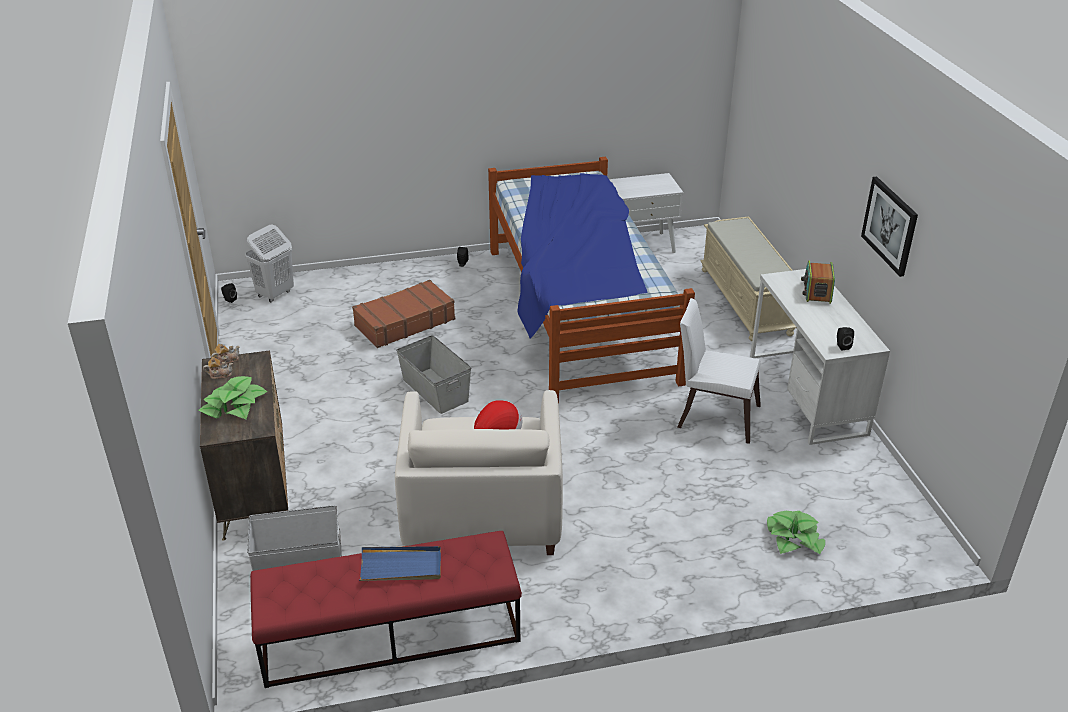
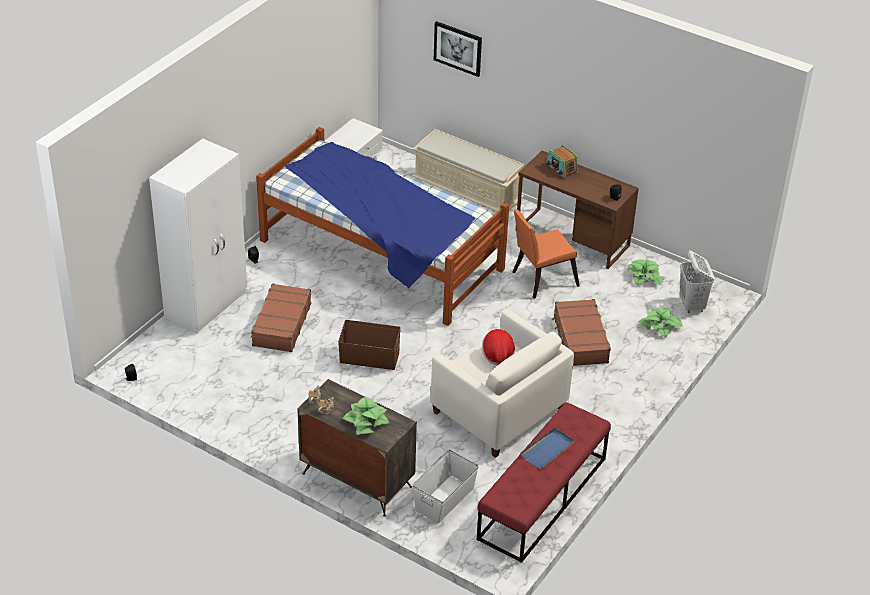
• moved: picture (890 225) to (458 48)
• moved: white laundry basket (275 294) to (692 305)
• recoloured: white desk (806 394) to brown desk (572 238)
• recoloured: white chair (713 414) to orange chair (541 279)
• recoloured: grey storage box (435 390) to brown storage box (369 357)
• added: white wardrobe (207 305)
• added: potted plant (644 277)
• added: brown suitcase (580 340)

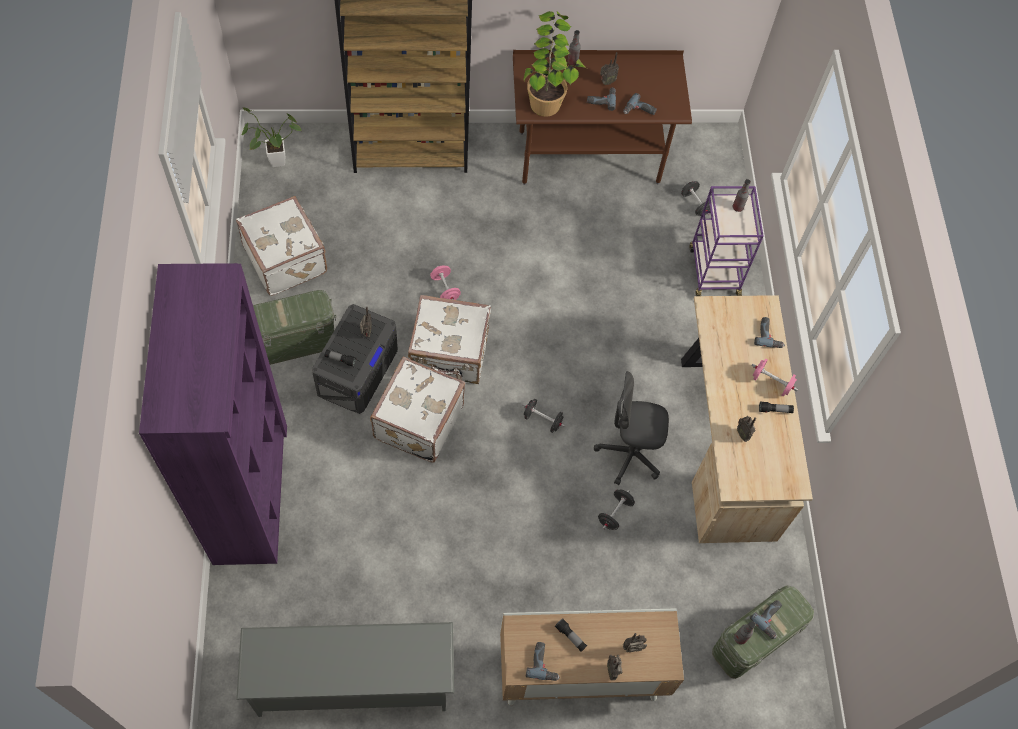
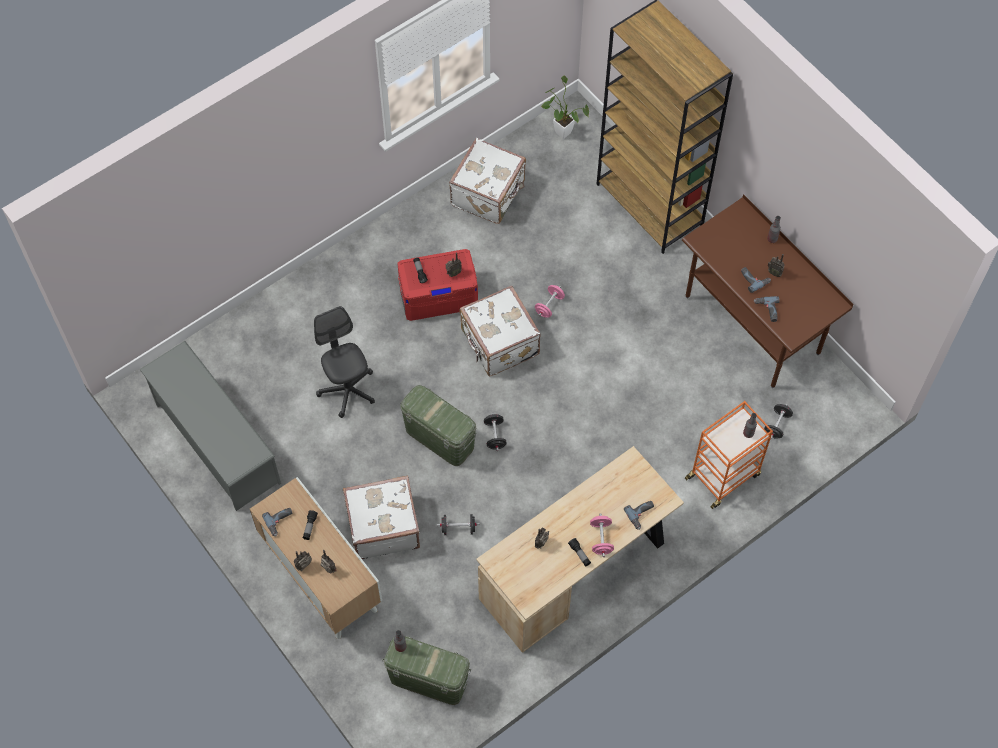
• removed: potted plant (548 92)
• recoloured: purple cart (714 271) to orange cart (724 475)
• removed: purple bookcase (251 492)
• moved: green storage box (295 343) to (439 438)
• recoloured: grey storage box (357 370) to red storage box (438 296)
• moved: white suitcase (417 421) to (382 526)
• moved: grey office chair (629 454) to (347 390)
• removed: power drill (771 619)

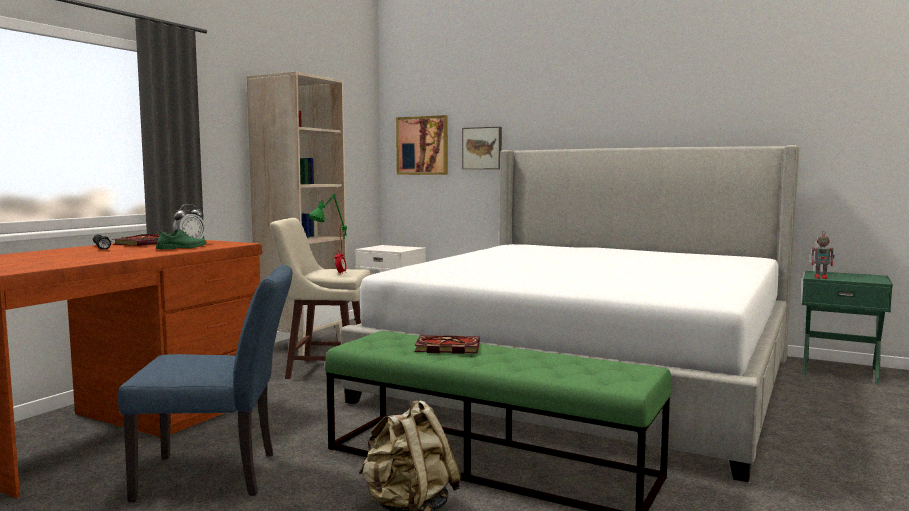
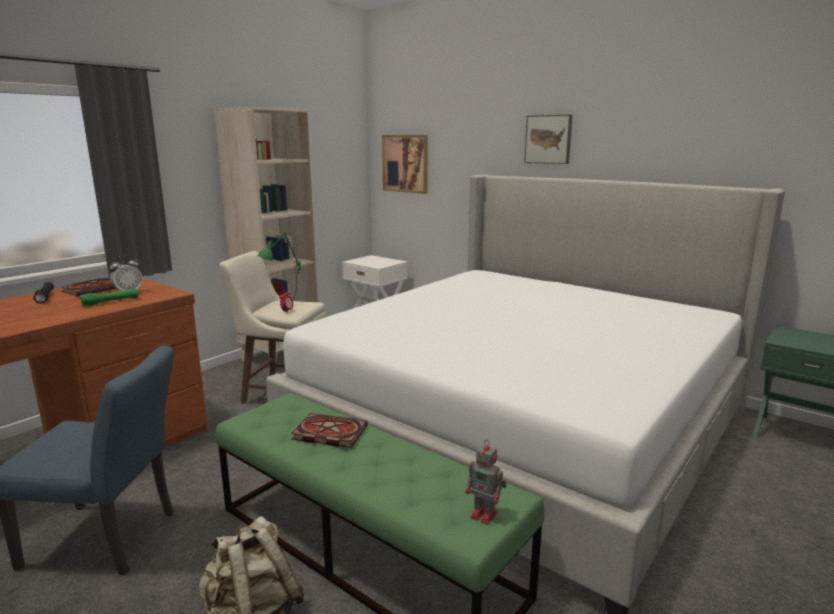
• moved: picture (482 148) to (548 139)
• replaced: green shoe (182 248) to green flashlight (111 302)
• moved: toy robot (821 277) to (485 515)

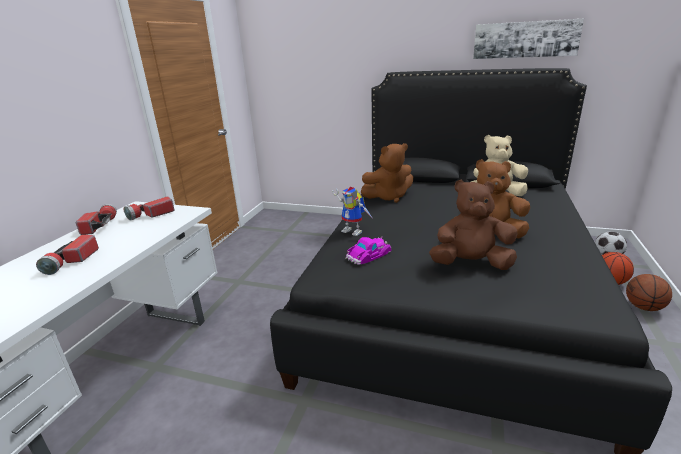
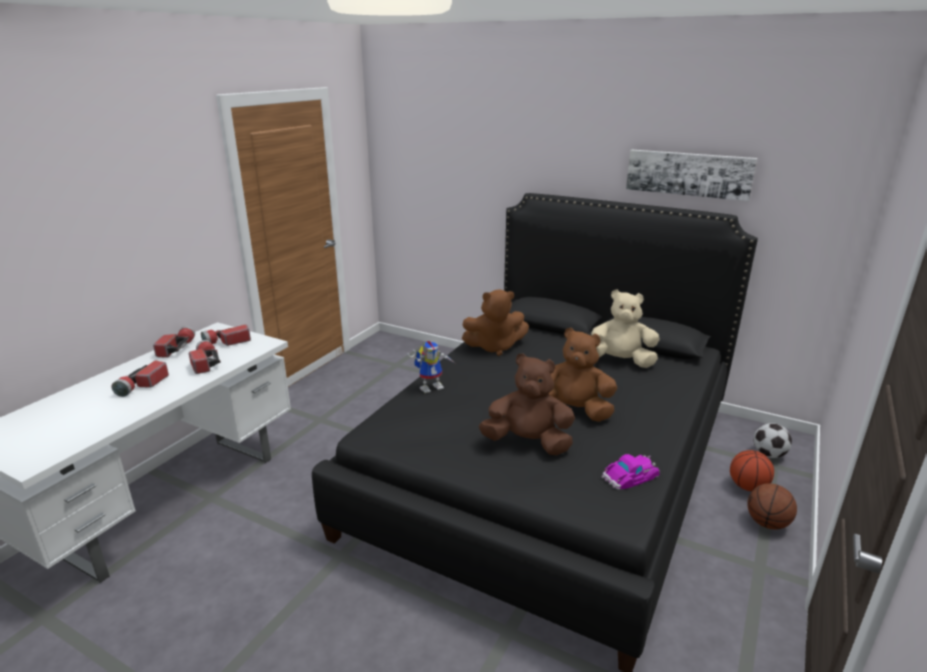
• turned: toy robot (355 231) = (432 386) 75 degrees counterclockwise
• moved: toy car (368 254) to (630 475)
• added: flashlight (205 363)

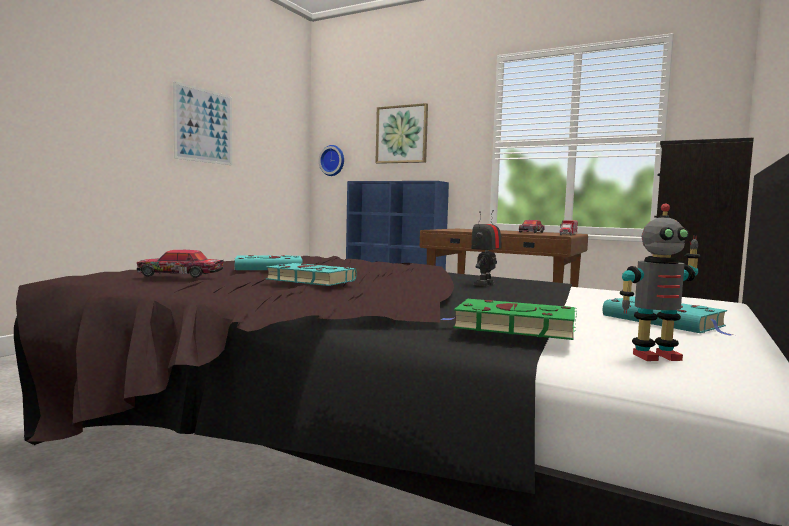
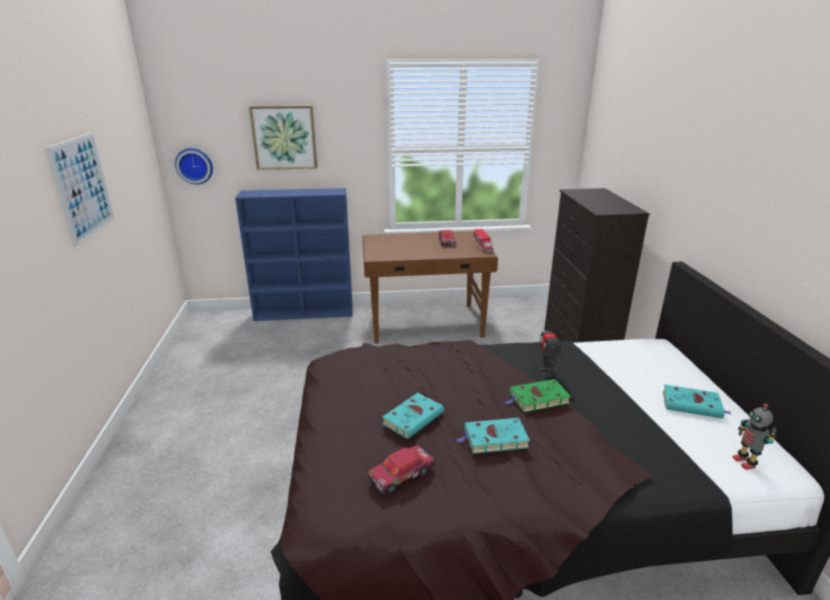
• turned: toy robot (654 356) = (745 462) 120 degrees clockwise
• moved: green book (510 327) to (537 399)

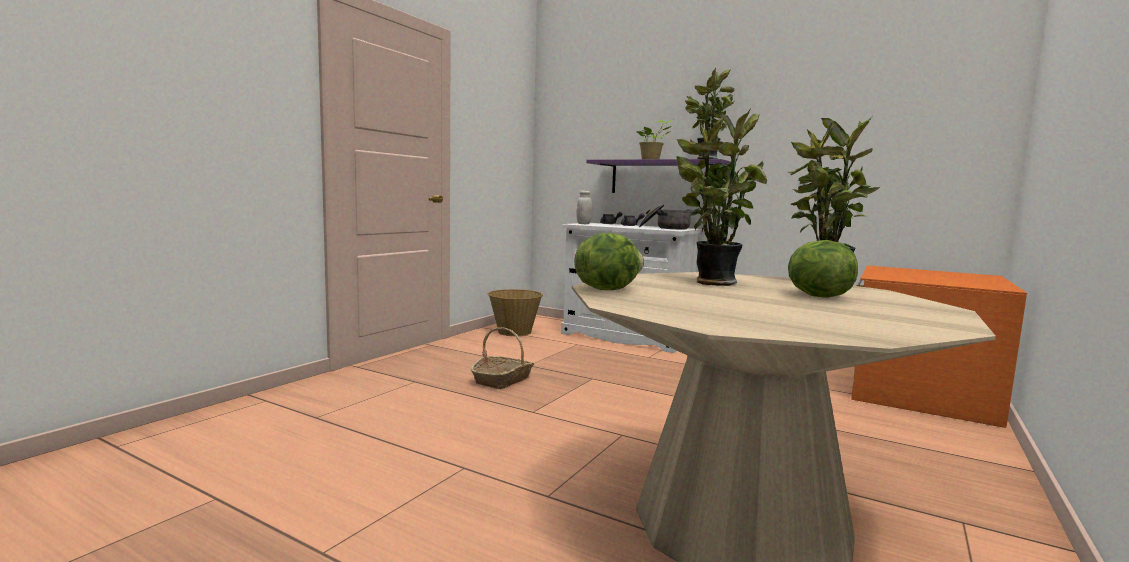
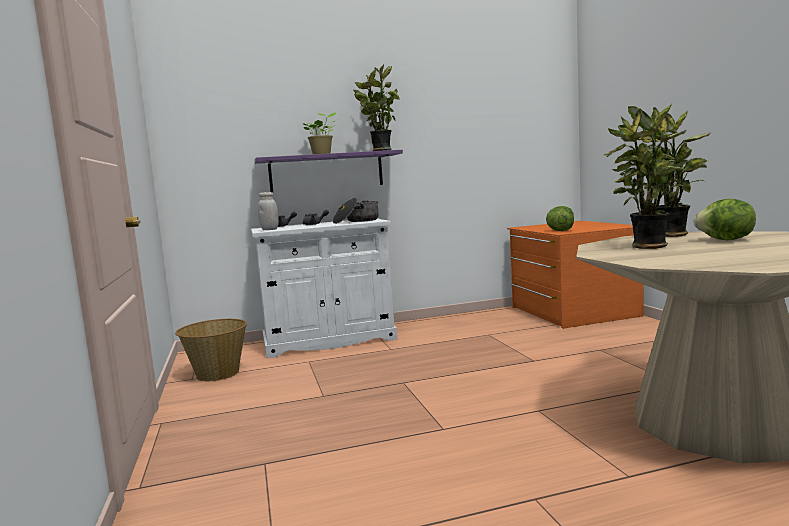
• moved: lettuce (606 289) to (560 231)
• removed: basket (502 380)

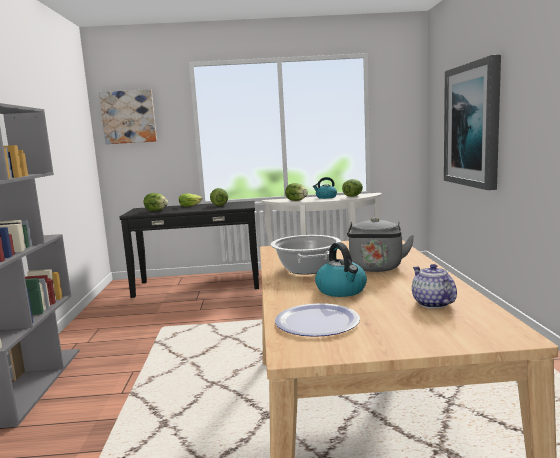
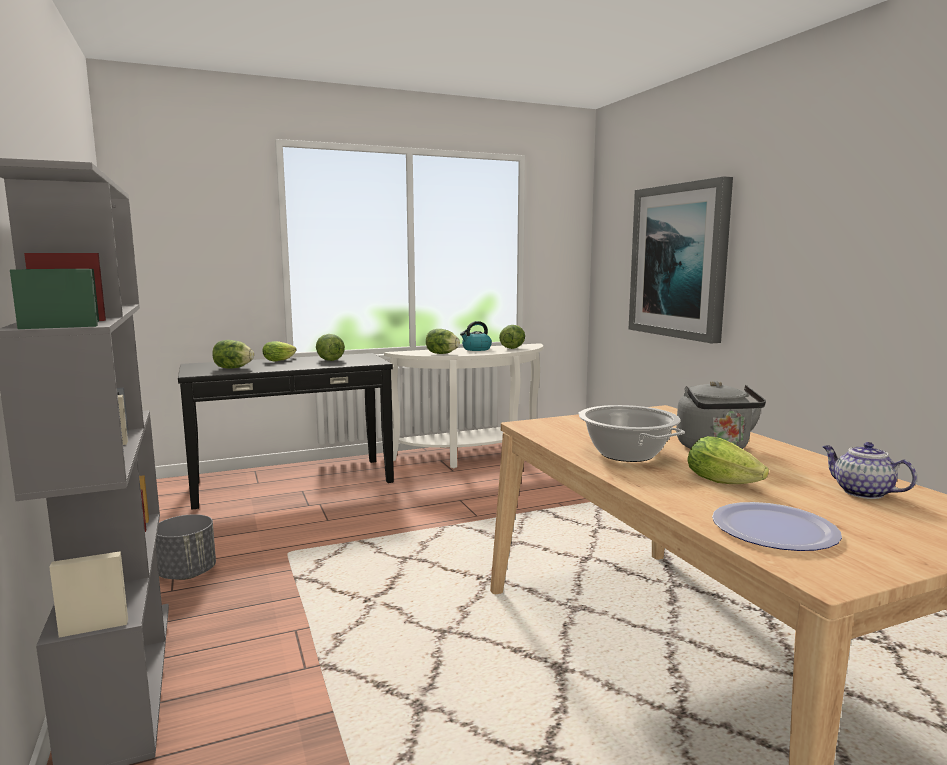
• removed: picture (128 117)
• replaced: kettle (342 290) to lettuce (726 482)
• added: grey planter (187 573)

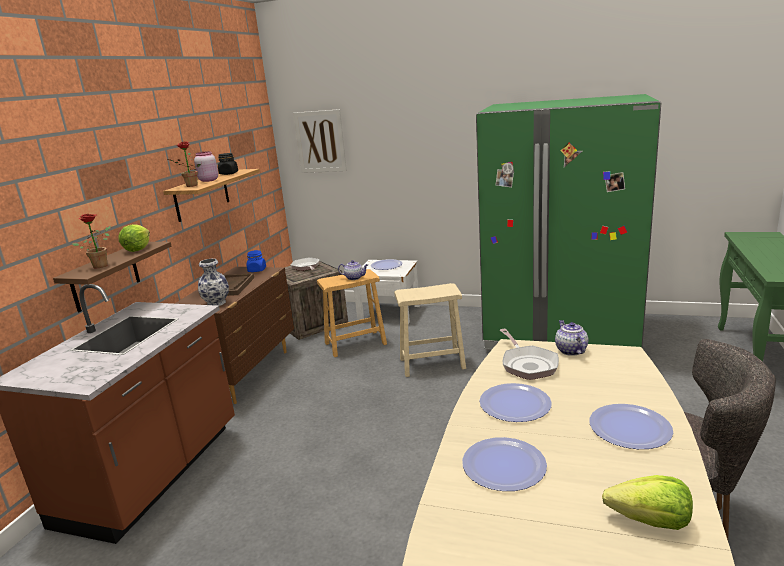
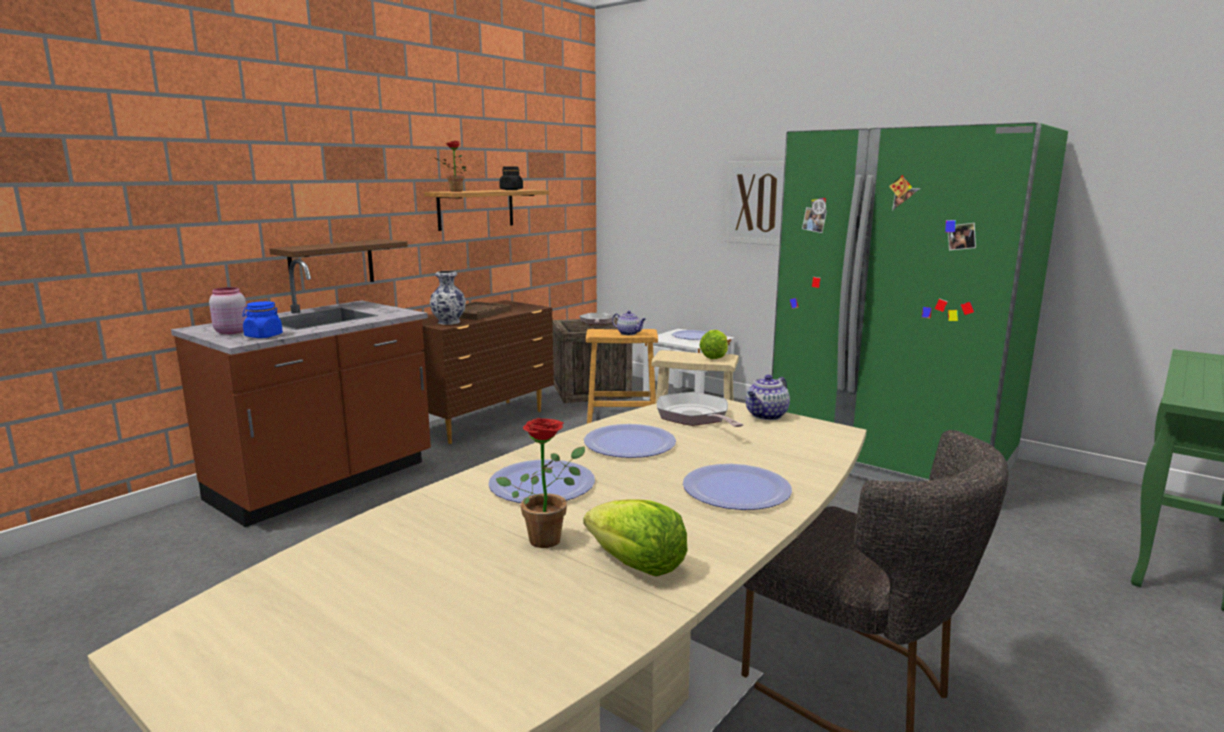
• moved: picture (320 141) to (756 203)
• moved: pink jar (208 180) to (231 332)
• moved: potted plant (102 265) to (548 537)
• moved: lettuce (138 249) to (715 356)
• moved: blue jar (257 270) to (263 336)
• turned: teapot (570 350) = (766 416) 150 degrees counterclockwise
• turned: frying pan (527 364) = (695 417) 150 degrees clockwise

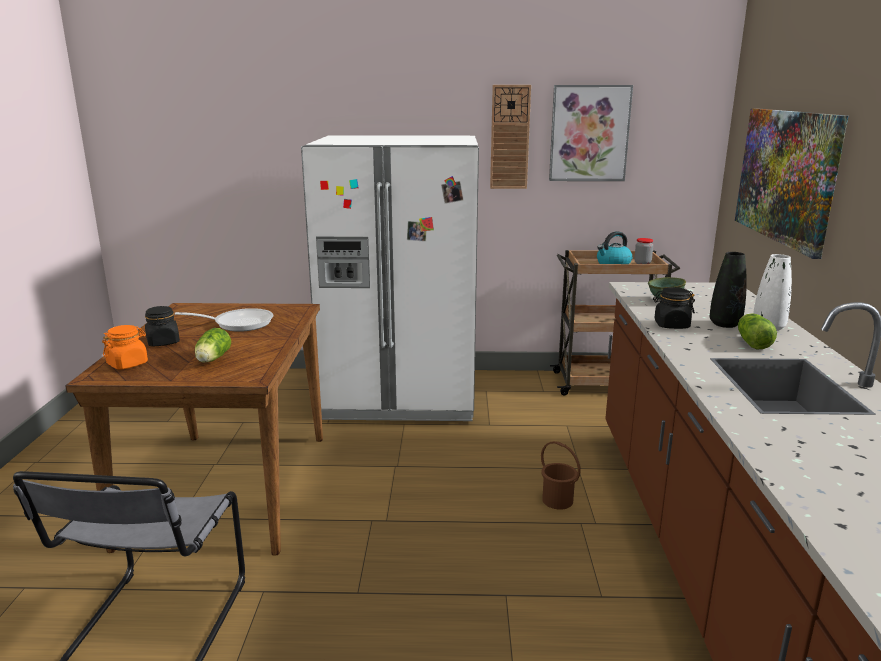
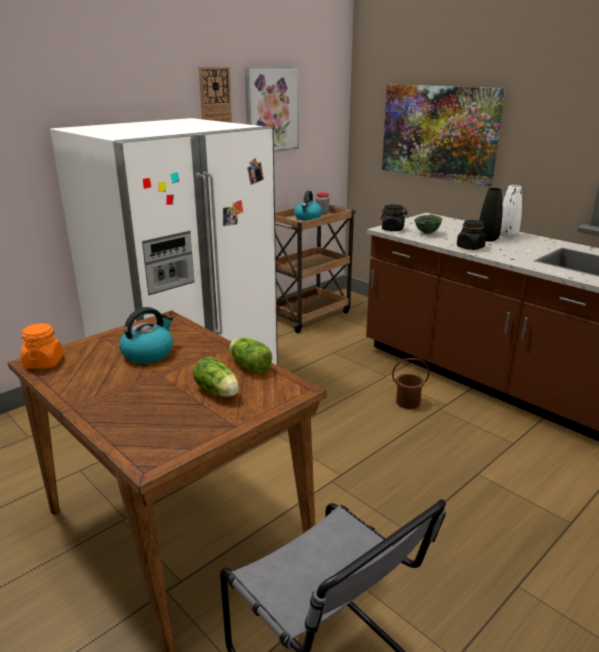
• moved: black jar (163 342) to (393 229)
• replaced: frying pan (238 323) to kettle (148 353)
• moved: lettuce (752 342) to (249 365)
• moved: orange jar (128 364) to (44 362)

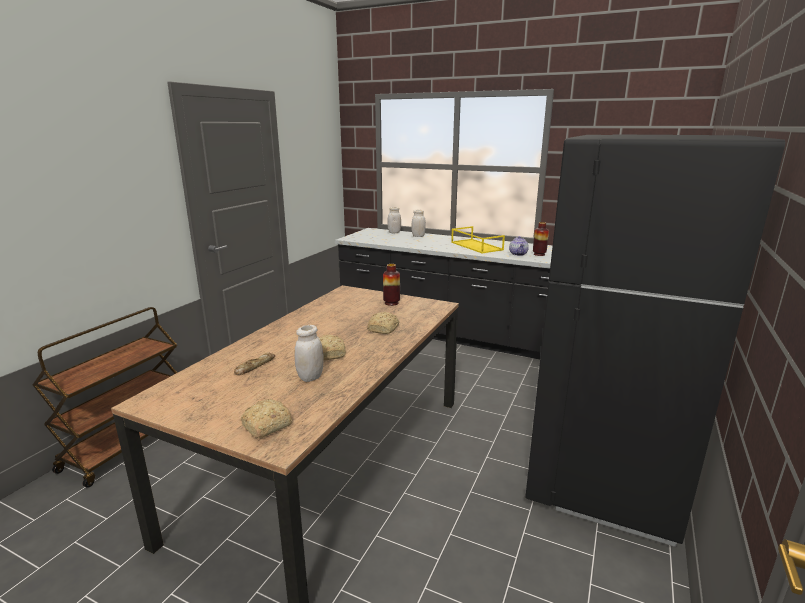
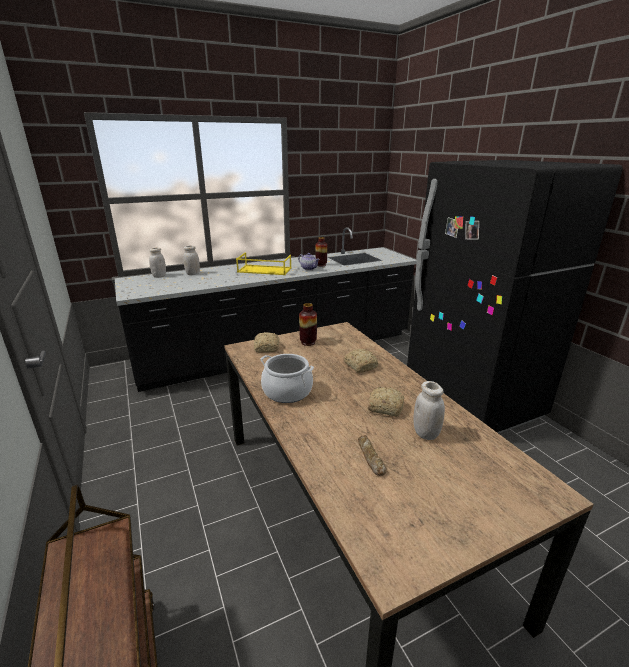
• moved: bread (265 426) to (266 348)
• added: cooking pot (287 391)

